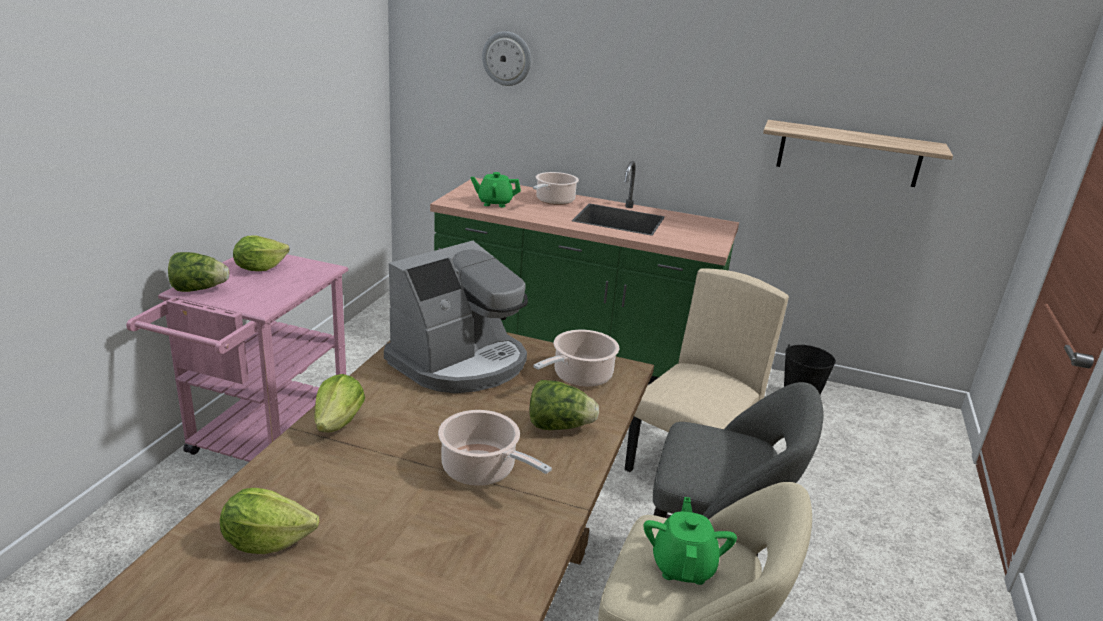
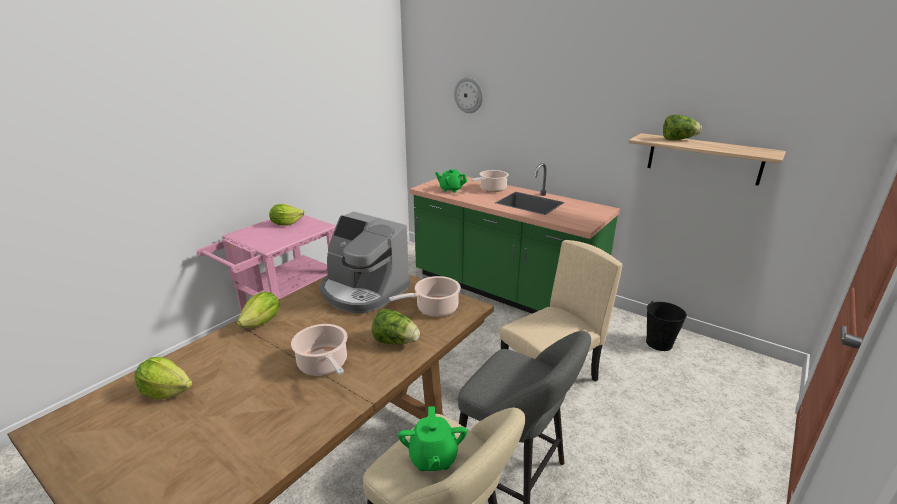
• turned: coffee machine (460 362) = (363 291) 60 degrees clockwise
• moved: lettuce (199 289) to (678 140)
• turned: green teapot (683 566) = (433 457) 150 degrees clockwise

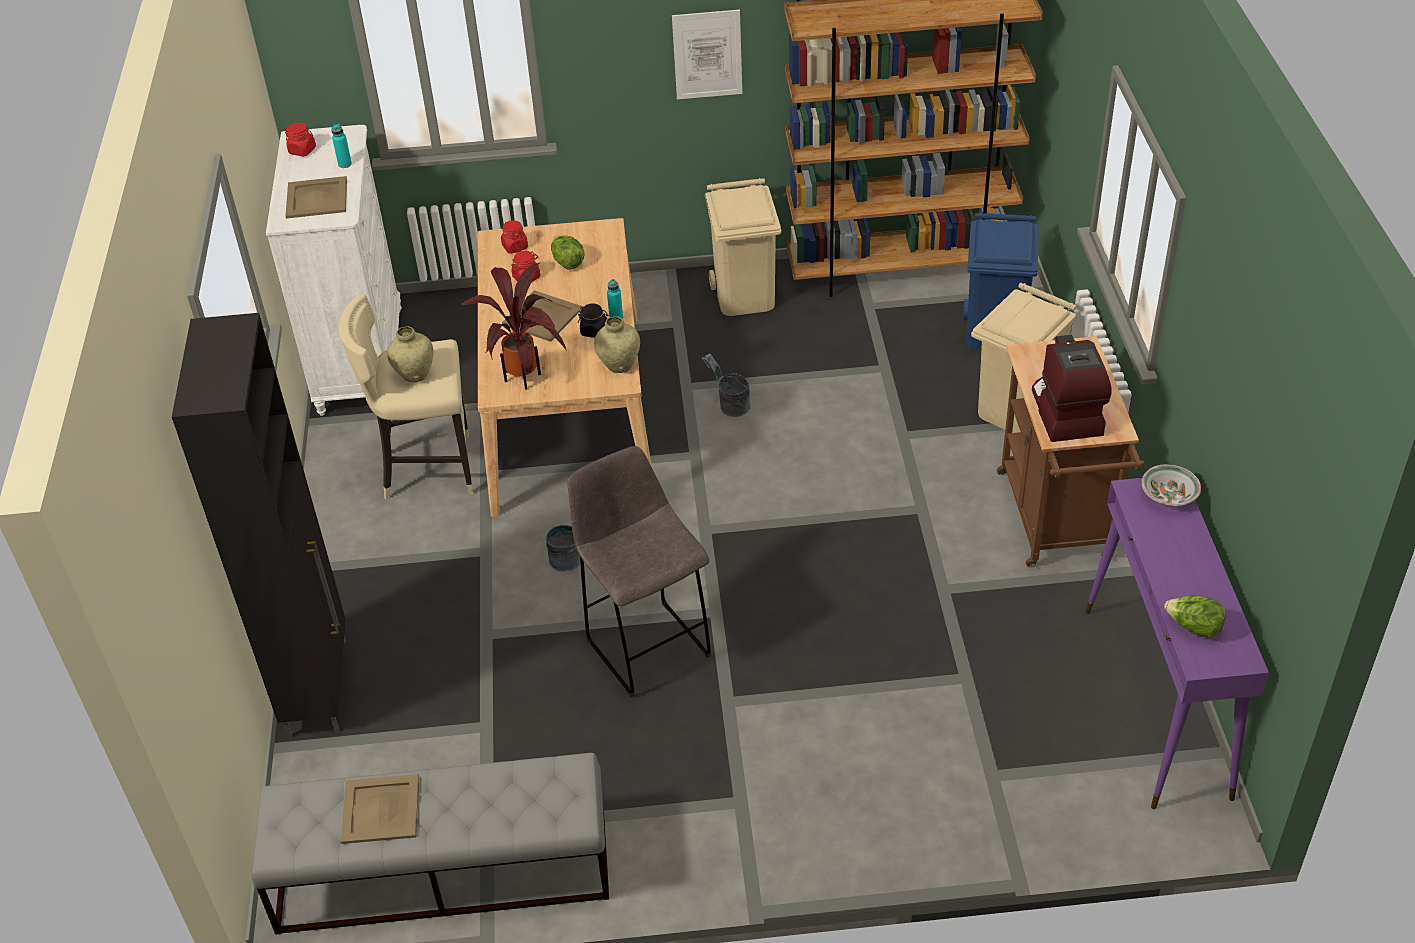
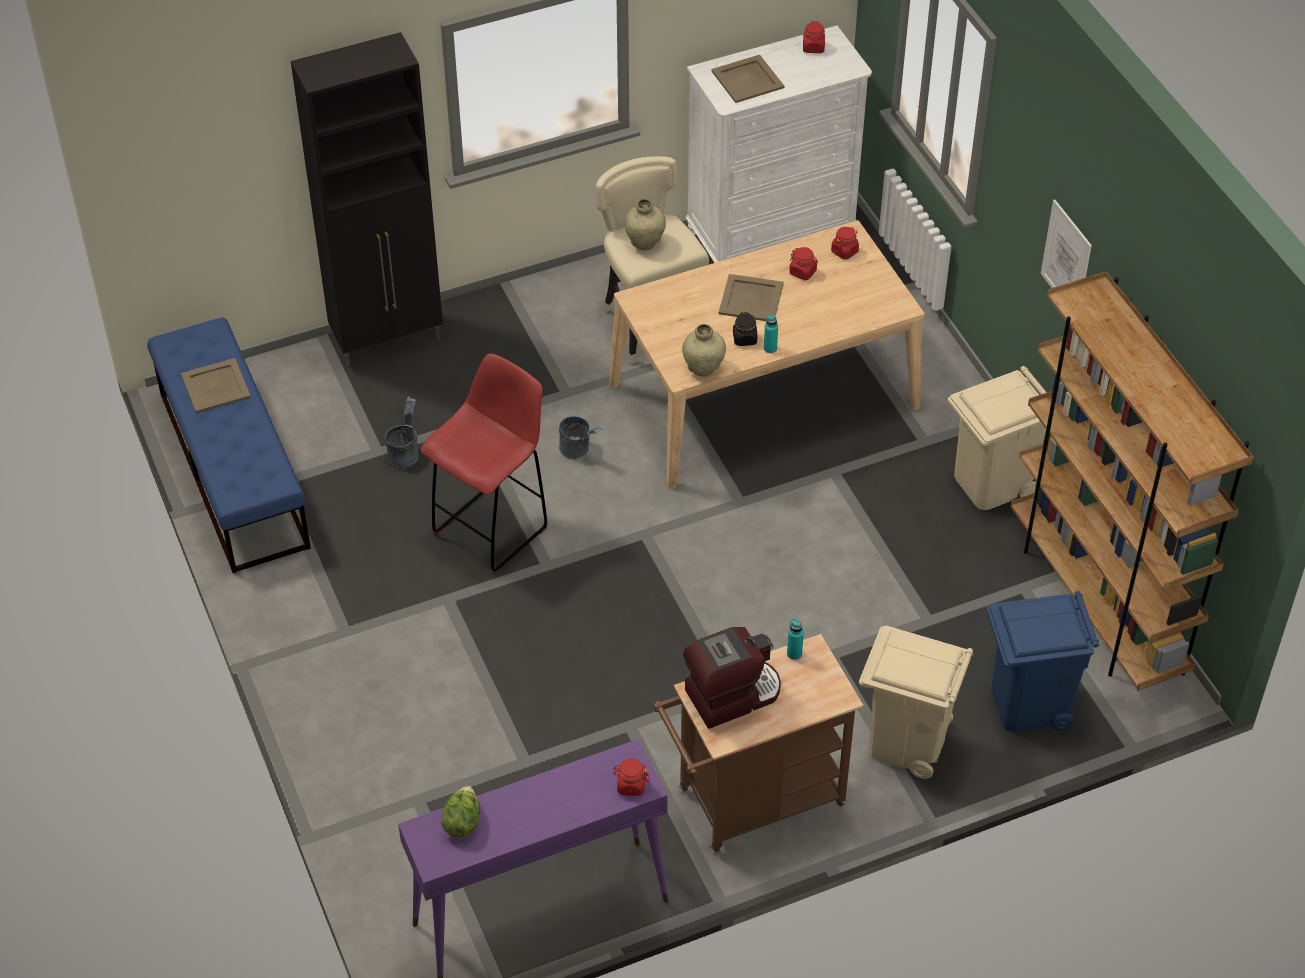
• moved: turquoise bottle (345 164) to (794 653)
• removed: lettuce (567 262)
• removed: potted plant (526 376)
• moved: grey bucket (730 405) to (405 453)
• recoloured: grey stool (646 645) to red stool (493 528)
• replaced: bowl (1168 495) to red jar (631 785)
• recoloured: grey bench (442 873) to blue bench (233 469)

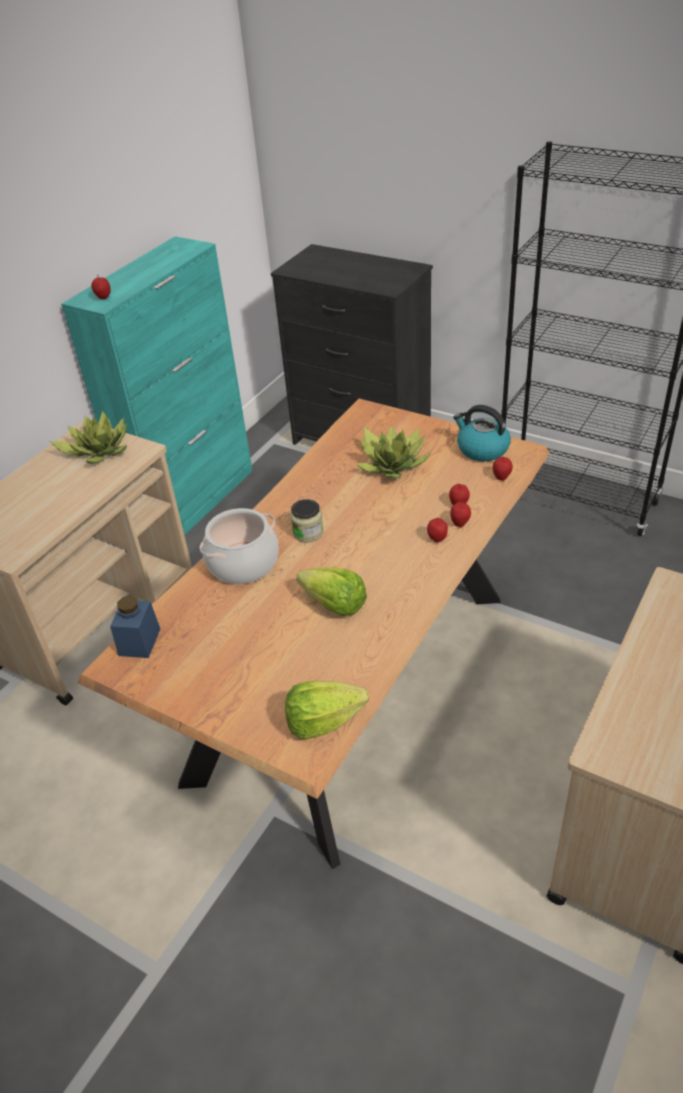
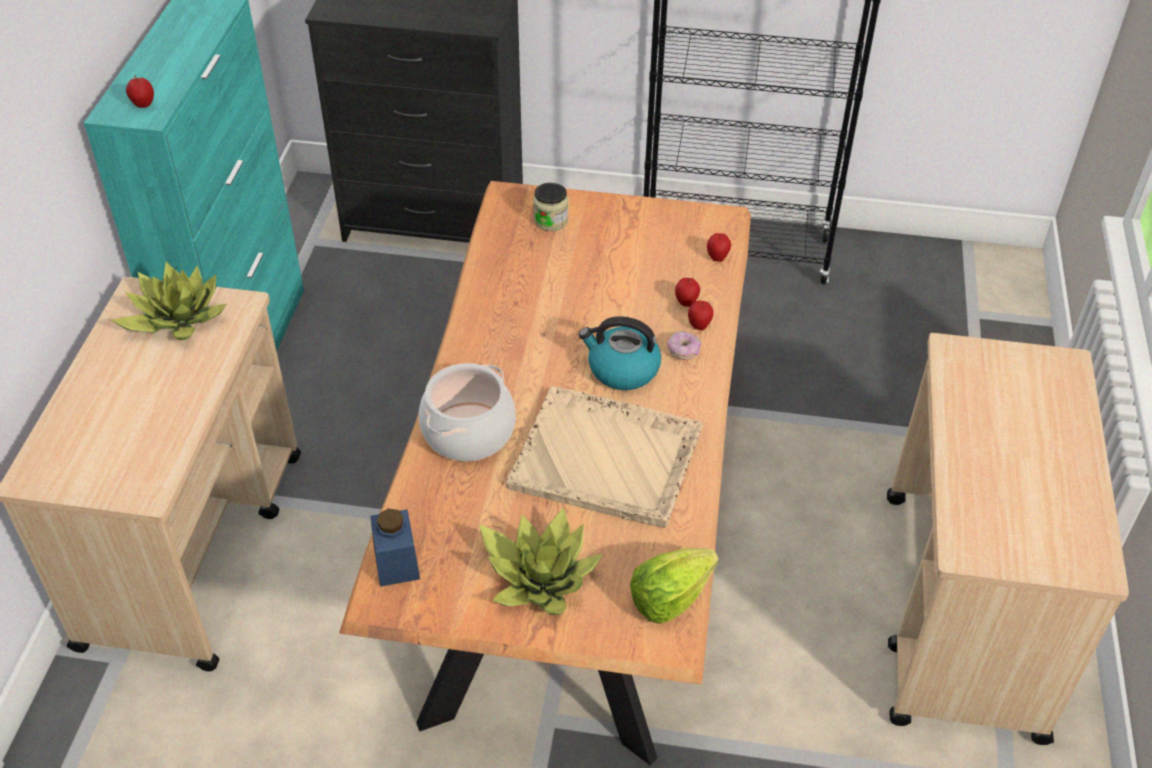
• moved: kettle (481 449) to (622 370)
• moved: potted plant (392 464) to (540 577)
• moved: jar (308 533) to (550 221)
• replaced: apple (437 539) to donut (683 351)
• replaced: lettuce (334 605) to beige tray (608 459)

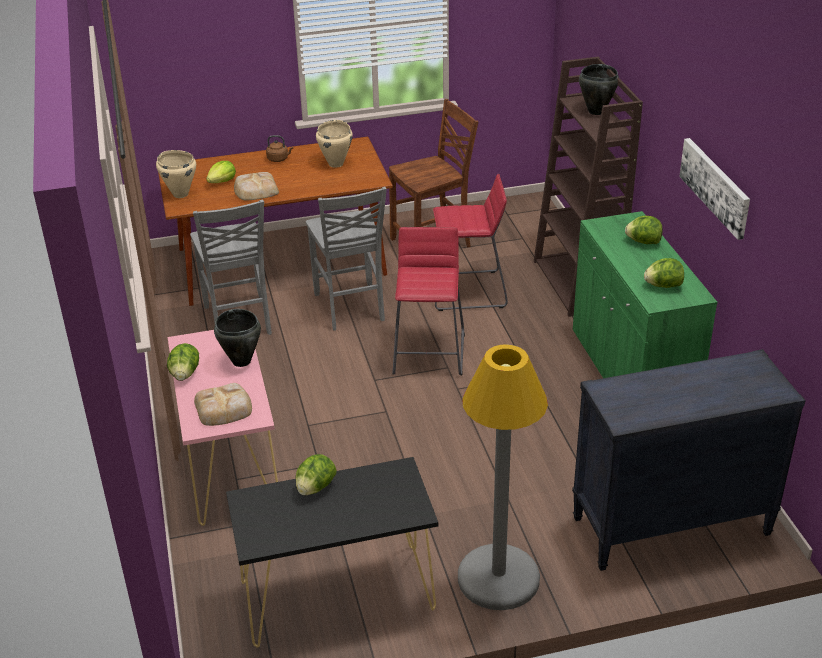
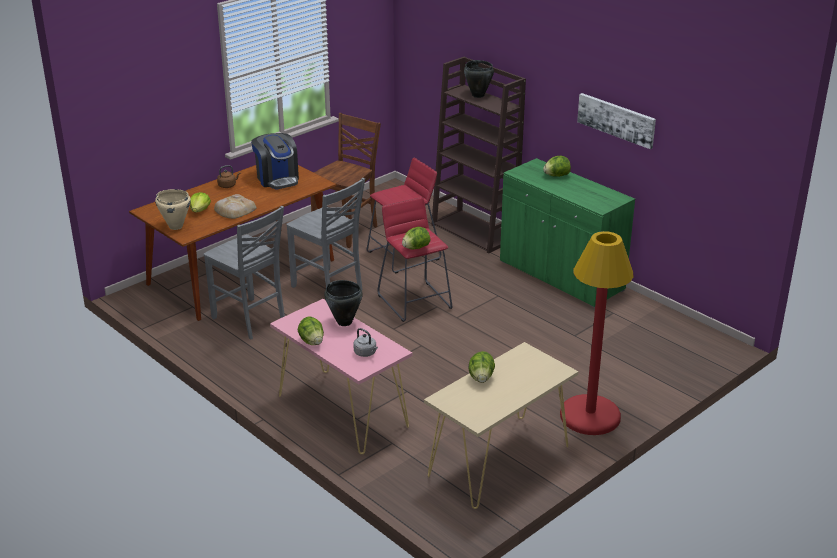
• replaced: beige cooking pot (336 164) to coffee machine (277 179)
• moved: lettuce (663 286) to (416 248)
• recoloured: grey floor lamp (498 578) to red floor lamp (590 416)
• removed: black dresser (670 527)
• replaced: bread (224 408) to grey kettle (366 353)
• recoloured: black console table (336 595) to beige console table (498 461)

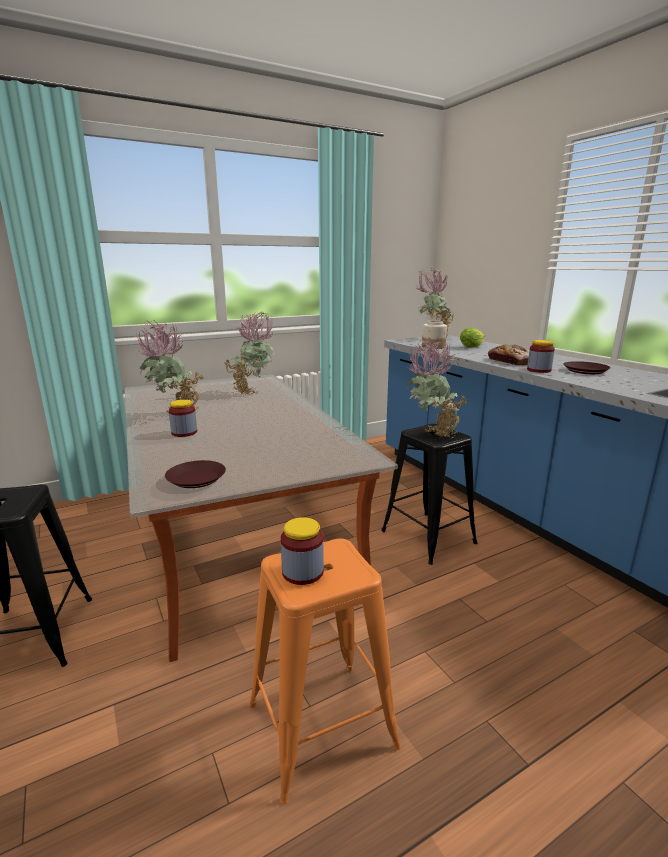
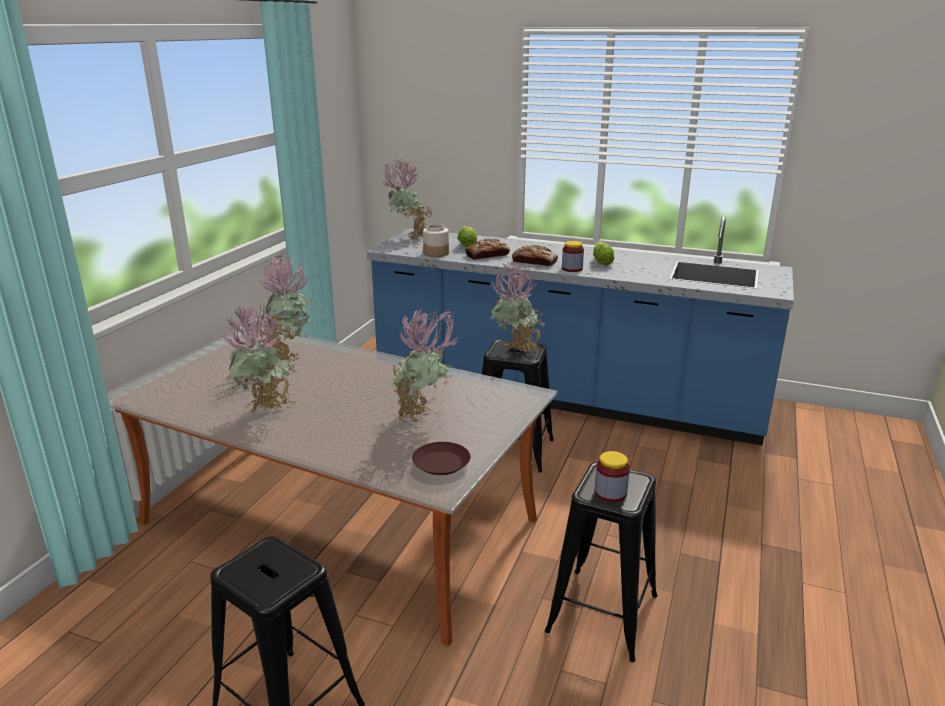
• replaced: brown plate (585 371) to lettuce (601 262)
• removed: jar (184 432)
• recoloured: orange stool (322 725) to black stool (602 612)
• added: bread (487 255)
• added: potted plant (423 418)

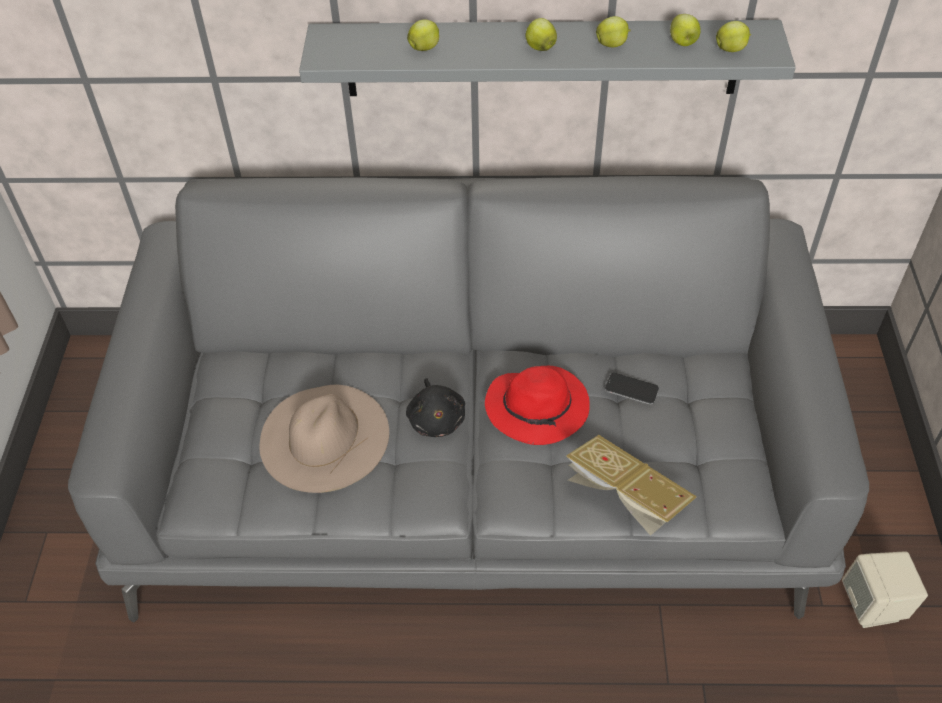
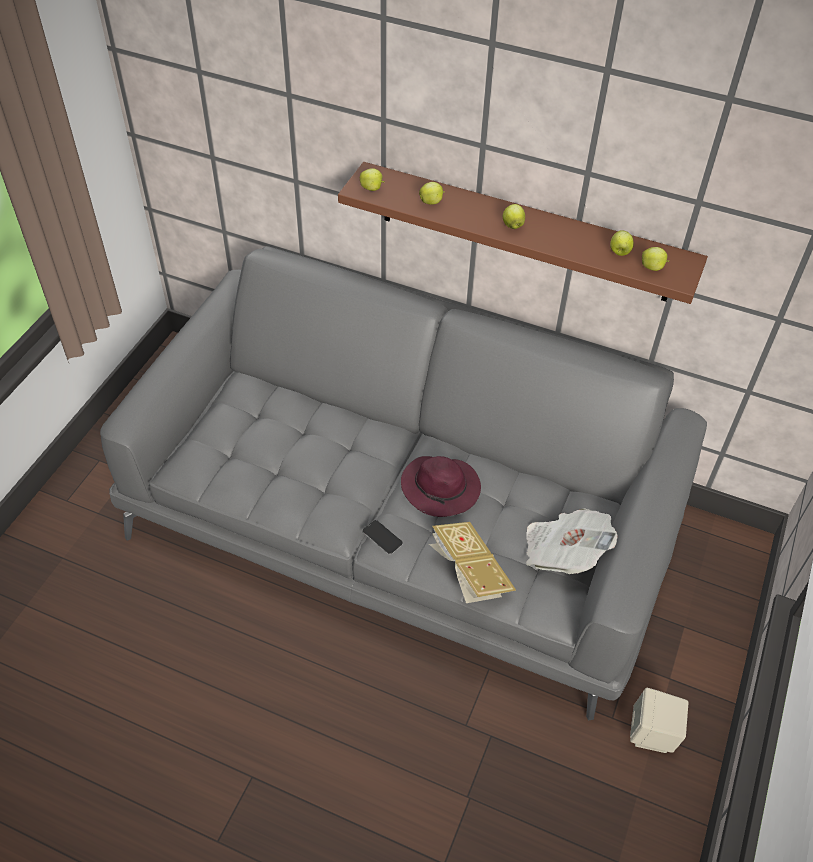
• moved: apple (612 45) to (372 189)
• recoloured: grey shelf (542 58) to brown shelf (524 232)
• recoloured: red hat (539 407) to purple hat (441 488)
• moved: phone (631 389) to (382 537)
• removed: black plush toy (436 419)
• removed: beige hat (324 437)
• added: newspaper (563 552)

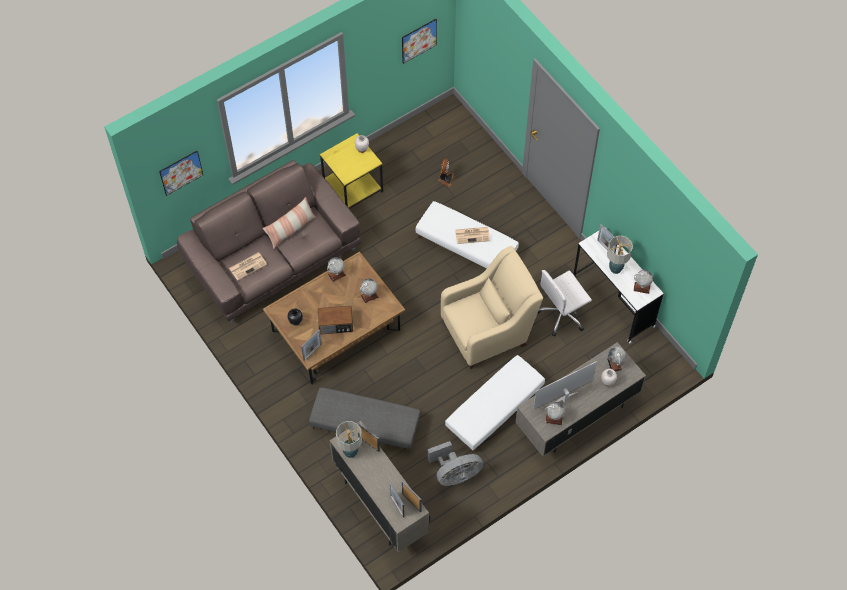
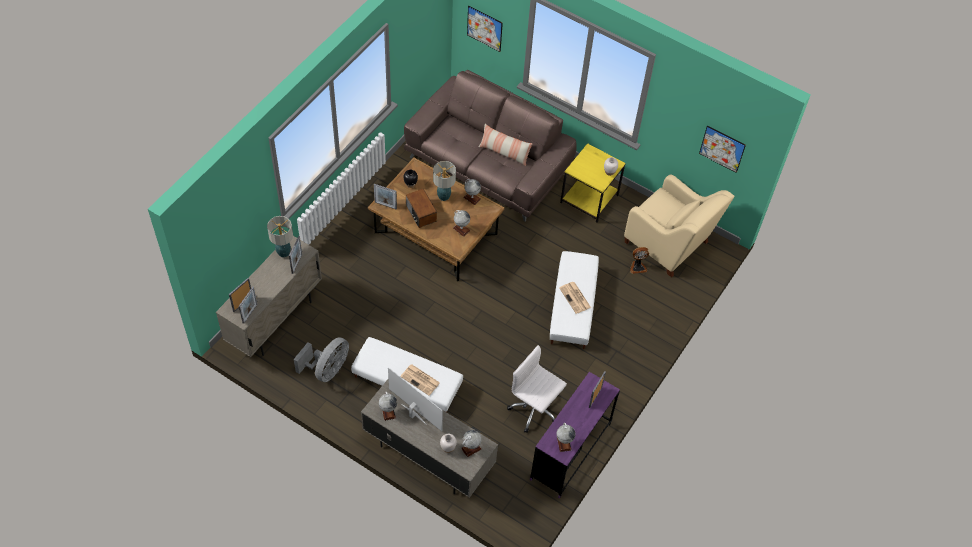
• recoloured: white desk (613 302) to purple desk (570 451)
• moved: table lamp (616 269) to (444 197)
• moved: beige armchair (488 330) to (669 245)
• moved: newspaper (248 266) to (420 380)
• removed: grey ottoman (365 425)
• turned: grey fan (455 474) = (327 370) 105 degrees counterclockwise

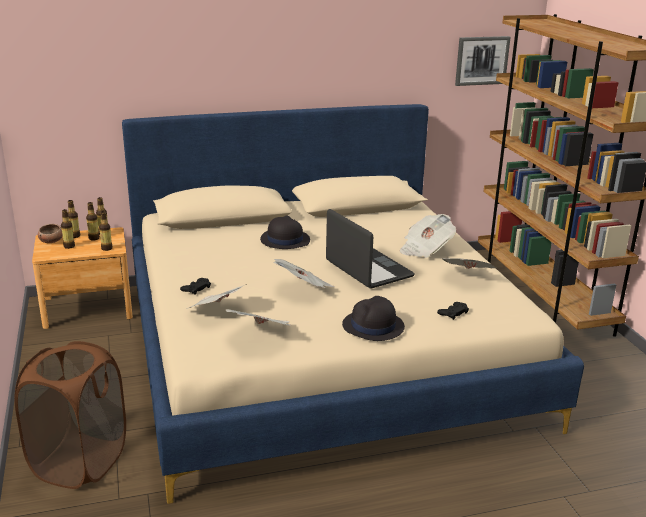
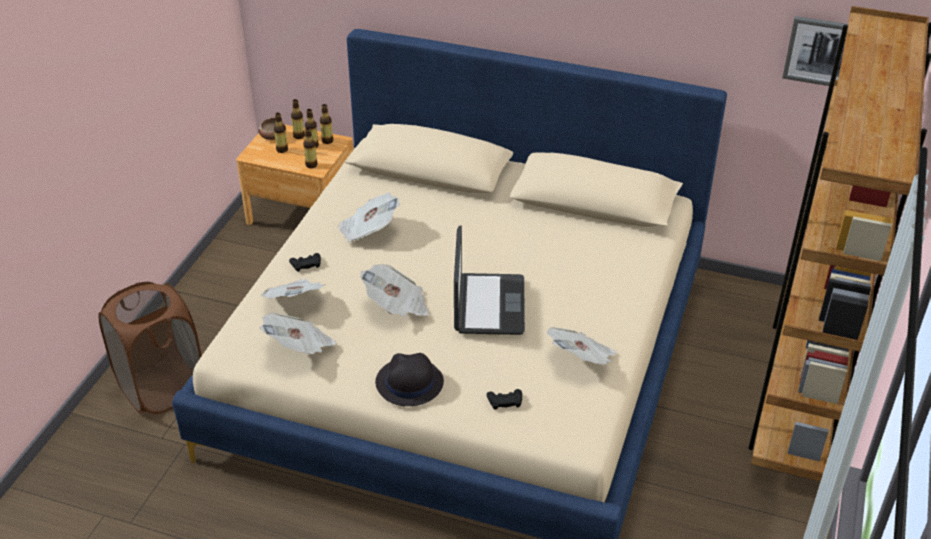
• moved: newspaper (425 249) to (368 230)
• removed: black hat (284 240)

